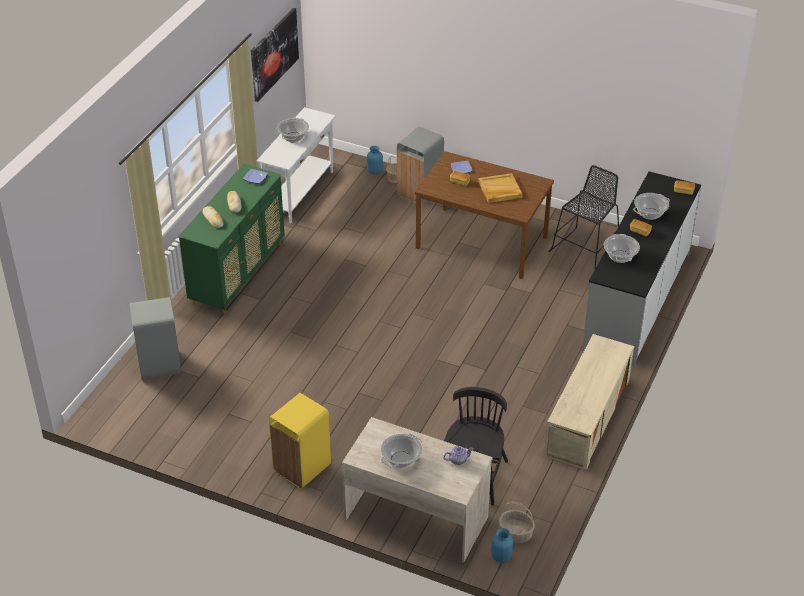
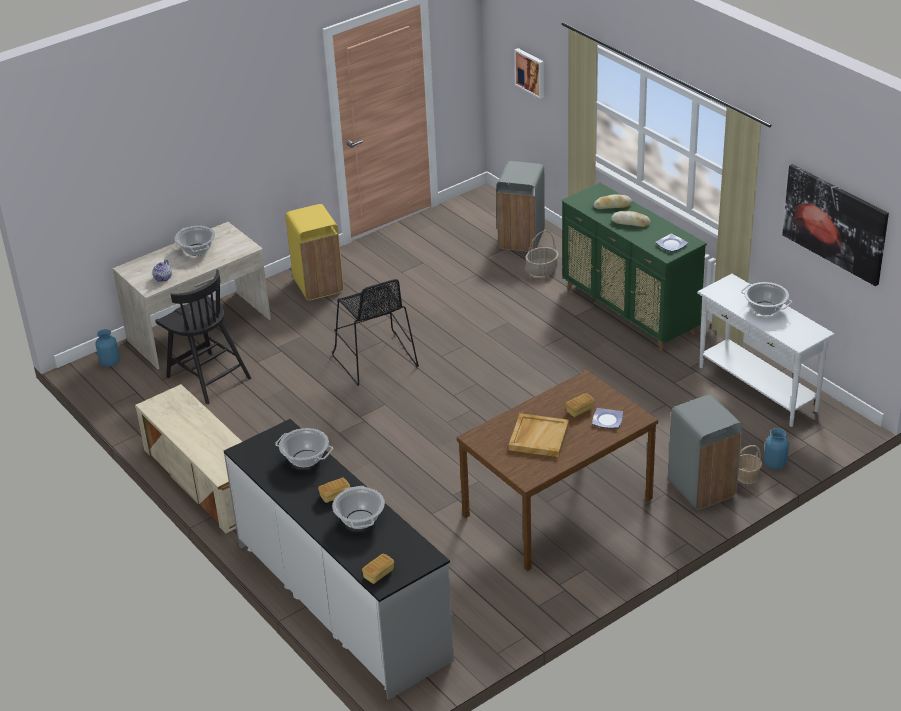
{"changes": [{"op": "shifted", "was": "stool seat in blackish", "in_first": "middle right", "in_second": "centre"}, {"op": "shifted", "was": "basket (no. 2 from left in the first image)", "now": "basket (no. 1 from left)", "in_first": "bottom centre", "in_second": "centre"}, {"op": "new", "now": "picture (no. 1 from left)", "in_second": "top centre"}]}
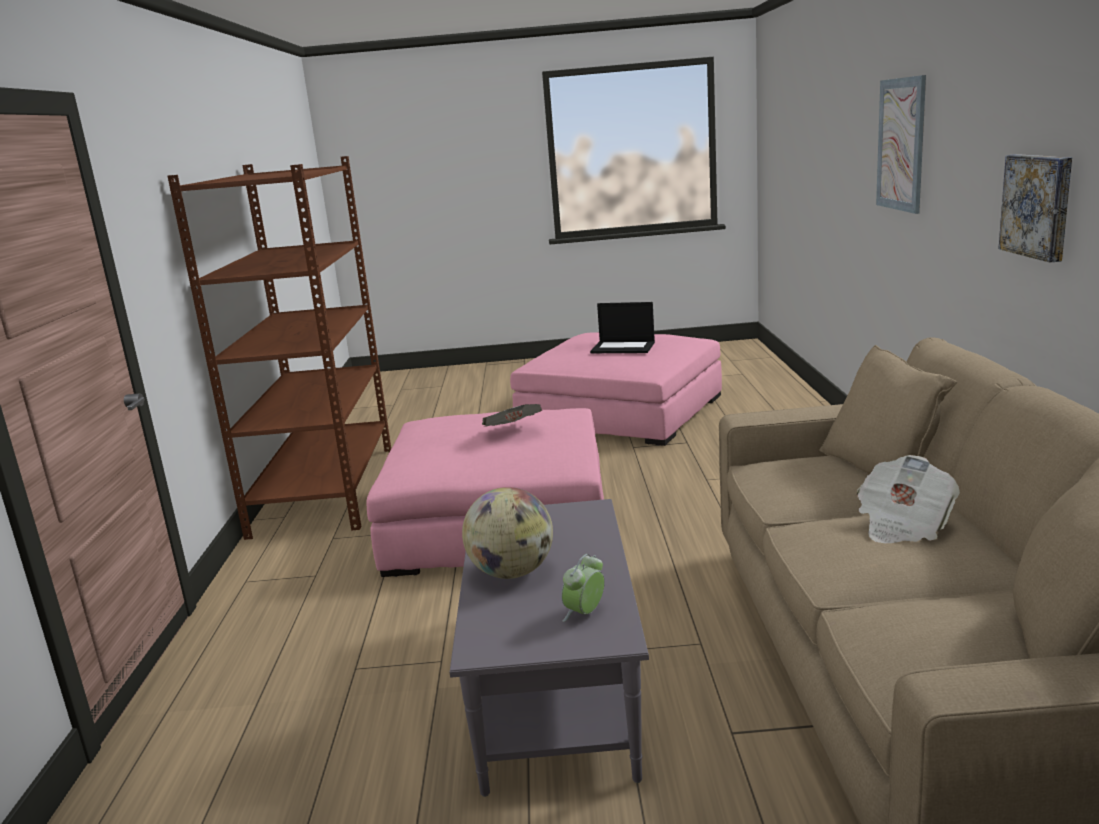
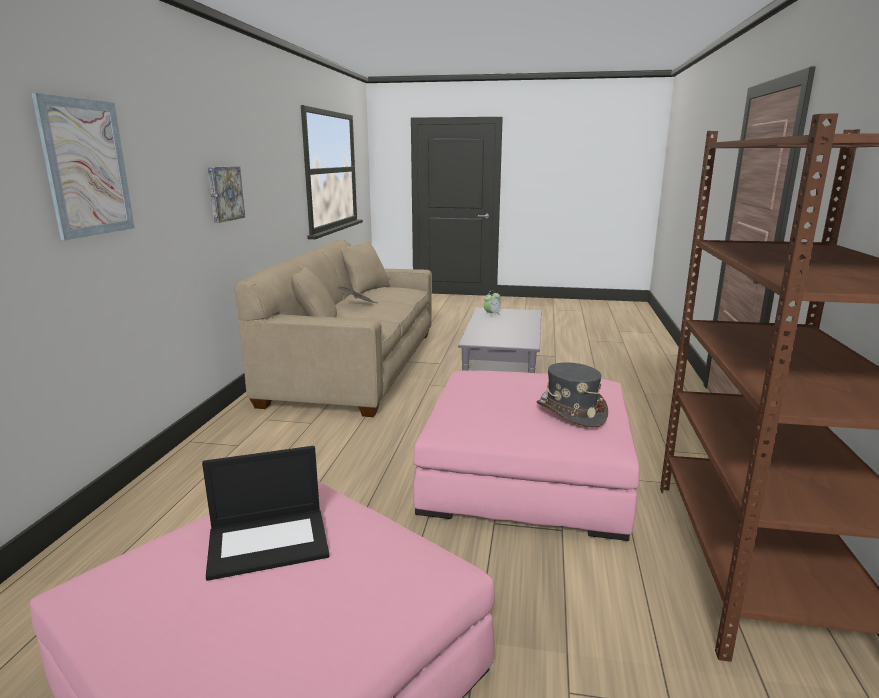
{"changes": [{"op": "rotated", "was": "notebook computer", "in_first": "centre", "in_second": "bottom left", "clockwise": 135}, {"op": "gone", "was": "printed paper (no. 1 from left)", "in_first": "centre"}, {"op": "gone", "was": "world globe", "in_first": "centre"}, {"op": "new", "now": "wearable hat in grey", "in_second": "centre"}]}
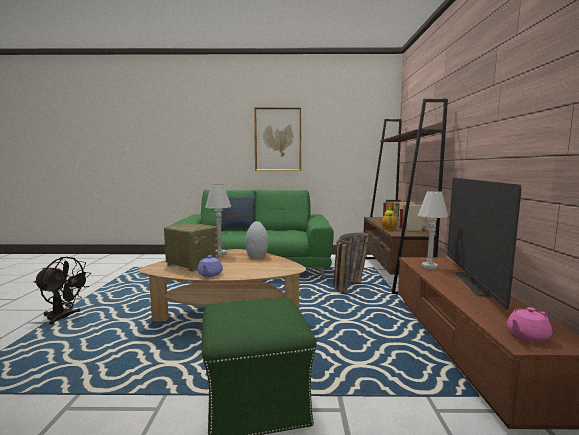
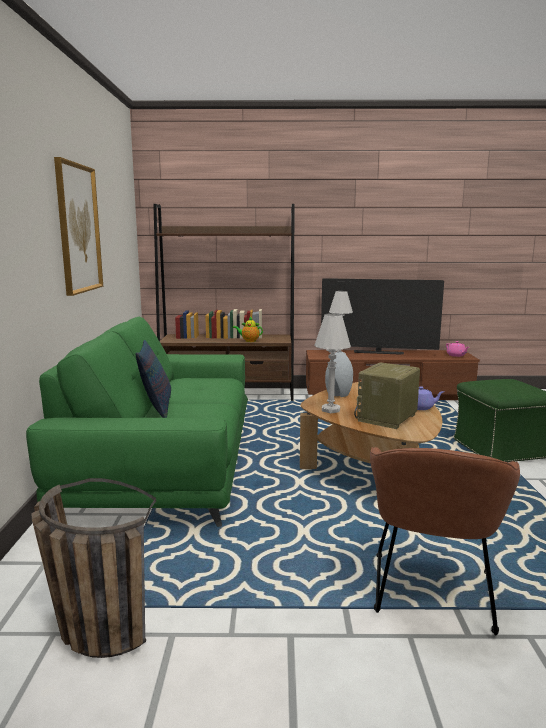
{"changes": [{"op": "shifted", "was": "basket", "in_first": "centre", "in_second": "bottom left"}, {"op": "swapped", "was": "electric fan in blackish", "now": "easy chair in brown", "in_first": "bottom left", "in_second": "bottom right"}]}
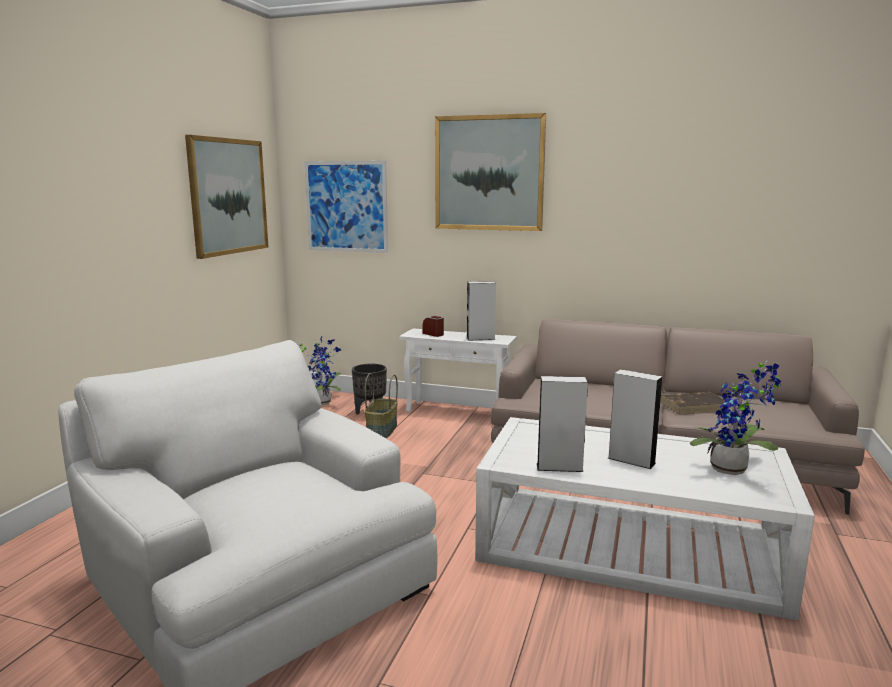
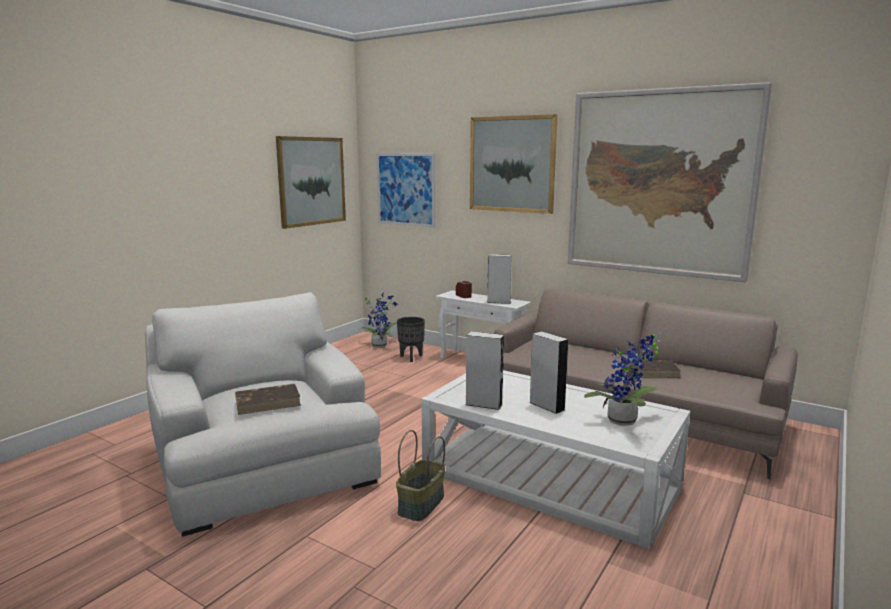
{"changes": [{"op": "shifted", "was": "basket", "in_first": "centre", "in_second": "bottom centre"}, {"op": "new", "now": "picture (no. 4 from left)", "in_second": "top right"}, {"op": "new", "now": "book in brown (no. 1 from left)", "in_second": "middle left"}]}
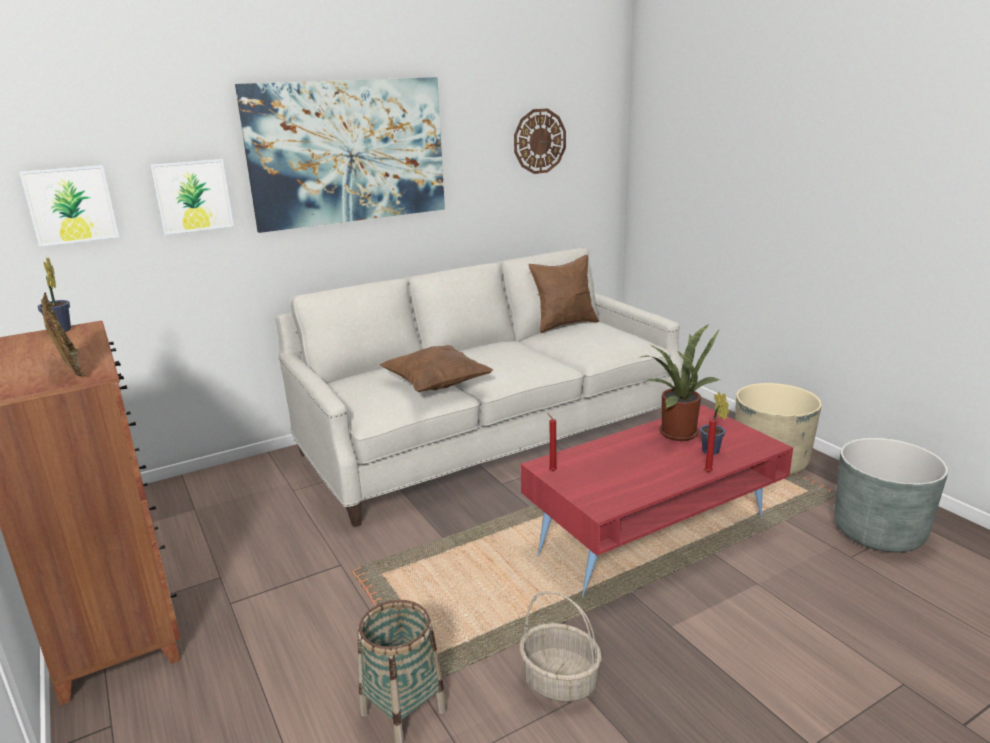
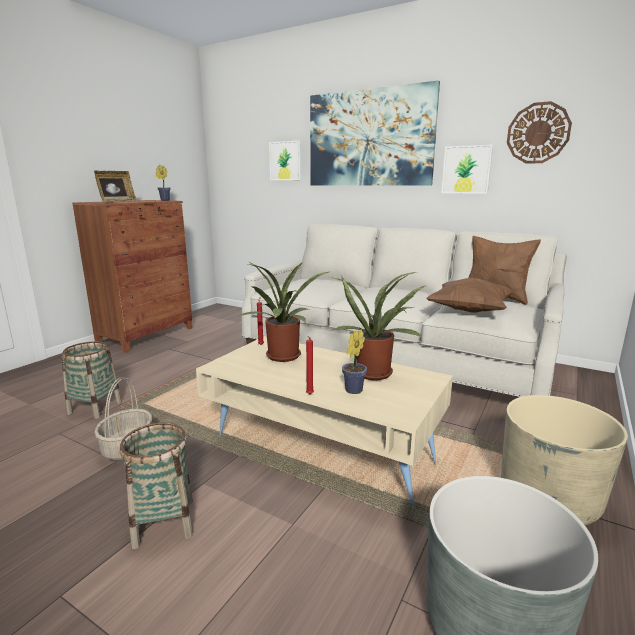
{"changes": [{"op": "shifted", "was": "picture (no. 1 from left in the first image)", "now": "picture (no. 3 from left)", "in_first": "top left", "in_second": "top right"}, {"op": "shifted", "was": "throw pillow in brown (no. 1 from left)", "in_first": "centre", "in_second": "middle right"}, {"op": "repainted", "was": "coffee table in red-coloured", "now": "coffee table in sand-coloured", "in_first": "bottom centre", "in_second": "centre"}, {"op": "new", "now": "potted plant (no. 2 from left)", "in_second": "centre"}, {"op": "new", "now": "basket (no. 3 from left)", "in_second": "bottom left"}]}
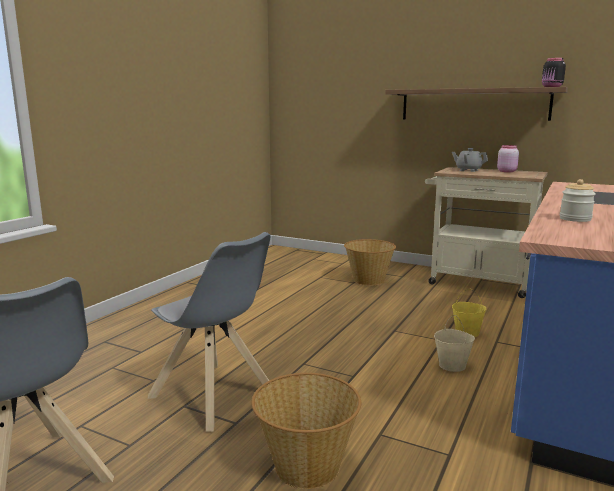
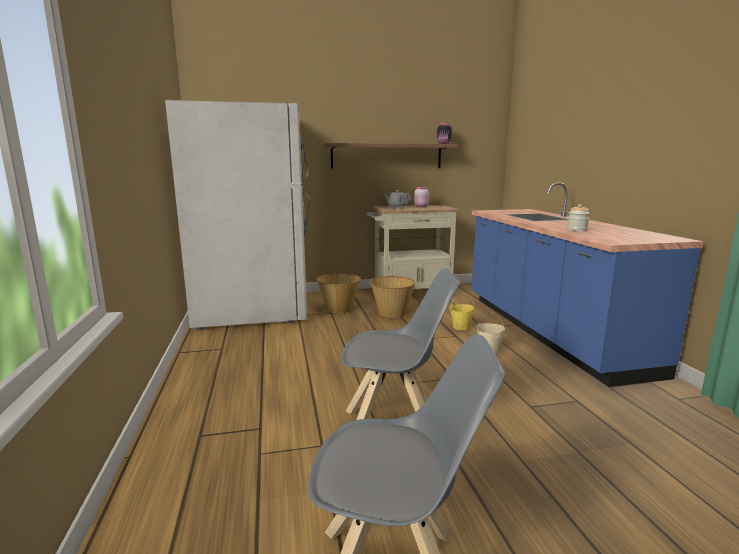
{"changes": [{"op": "shifted", "was": "basket (no. 1 from left in the first image)", "now": "basket (no. 2 from left)", "in_first": "bottom centre", "in_second": "centre"}, {"op": "new", "now": "fridge in white", "in_second": "middle left"}]}
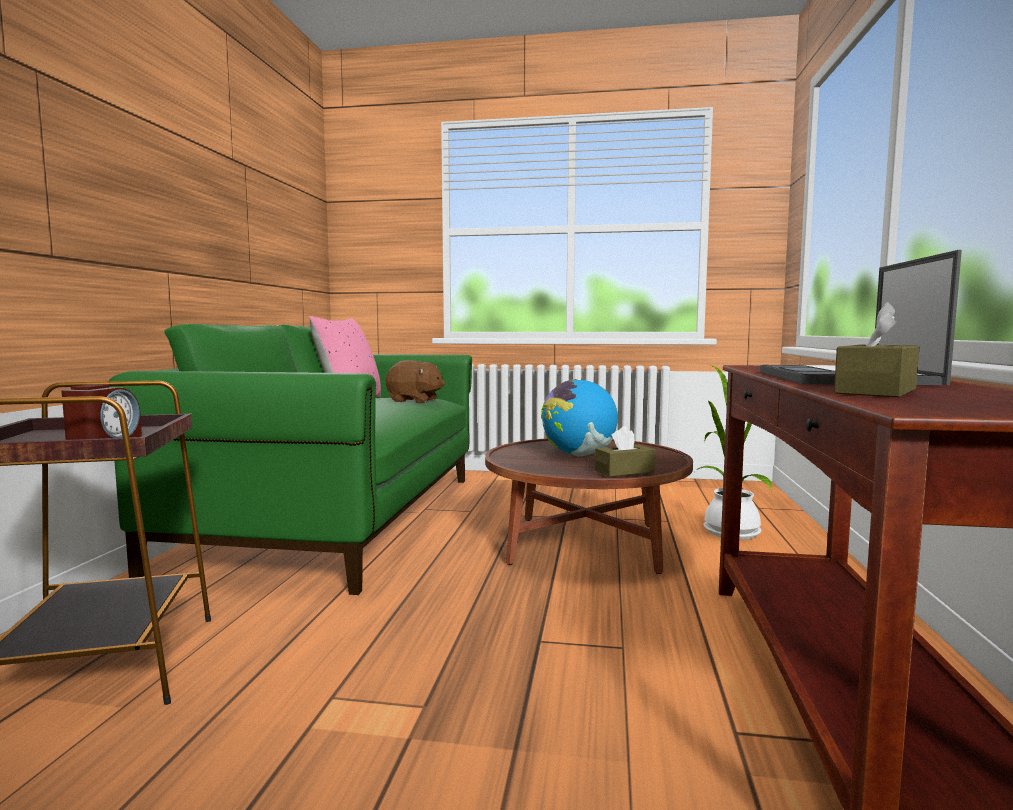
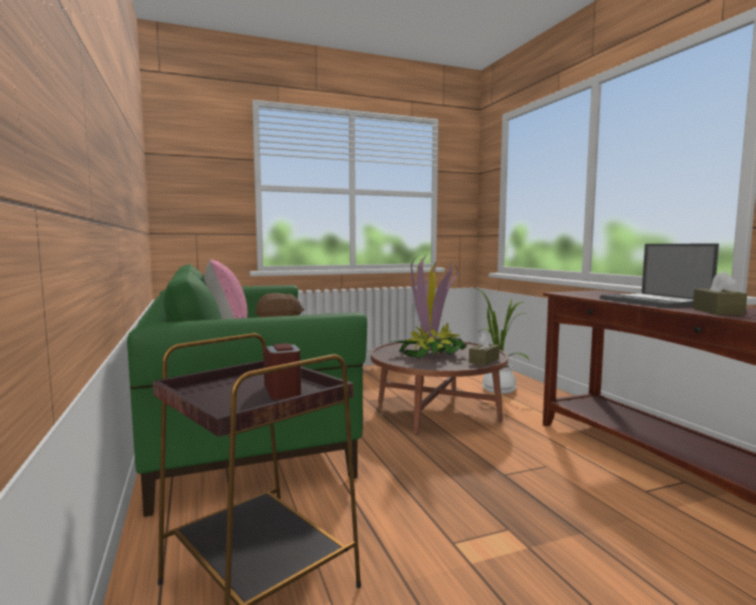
{"changes": [{"op": "swapped", "was": "world globe", "now": "potted plant (no. 1 from left)", "in_first": "centre", "in_second": "centre"}]}
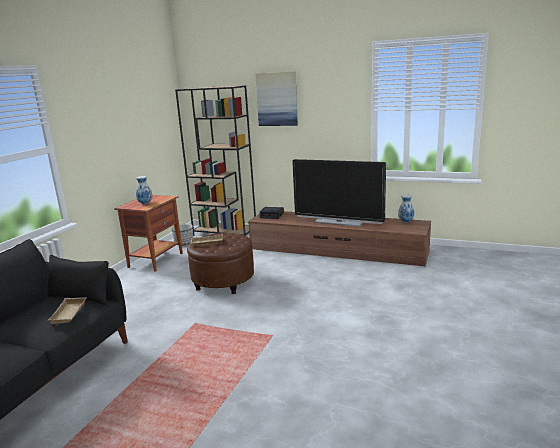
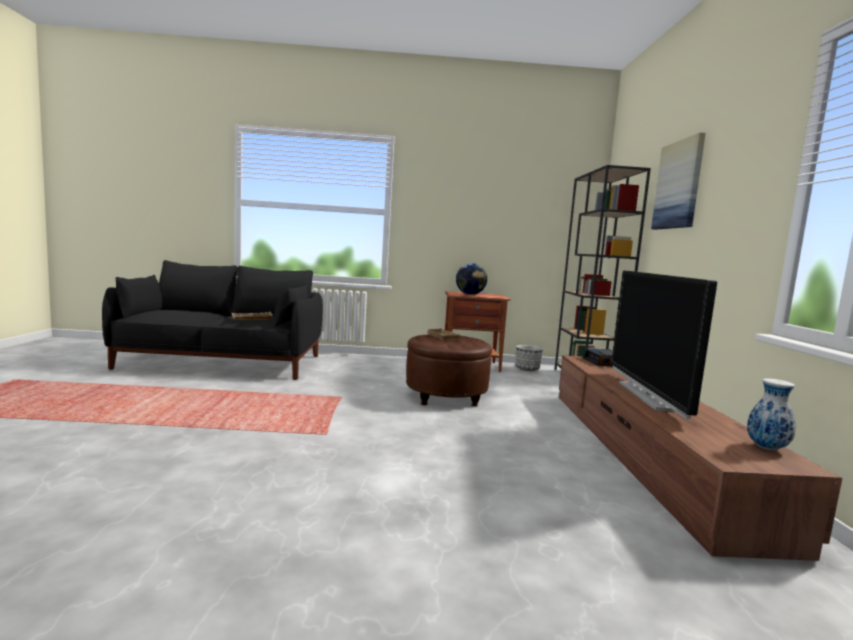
{"changes": [{"op": "swapped", "was": "flower vase (no. 1 from left)", "now": "world globe", "in_first": "middle left", "in_second": "centre"}]}
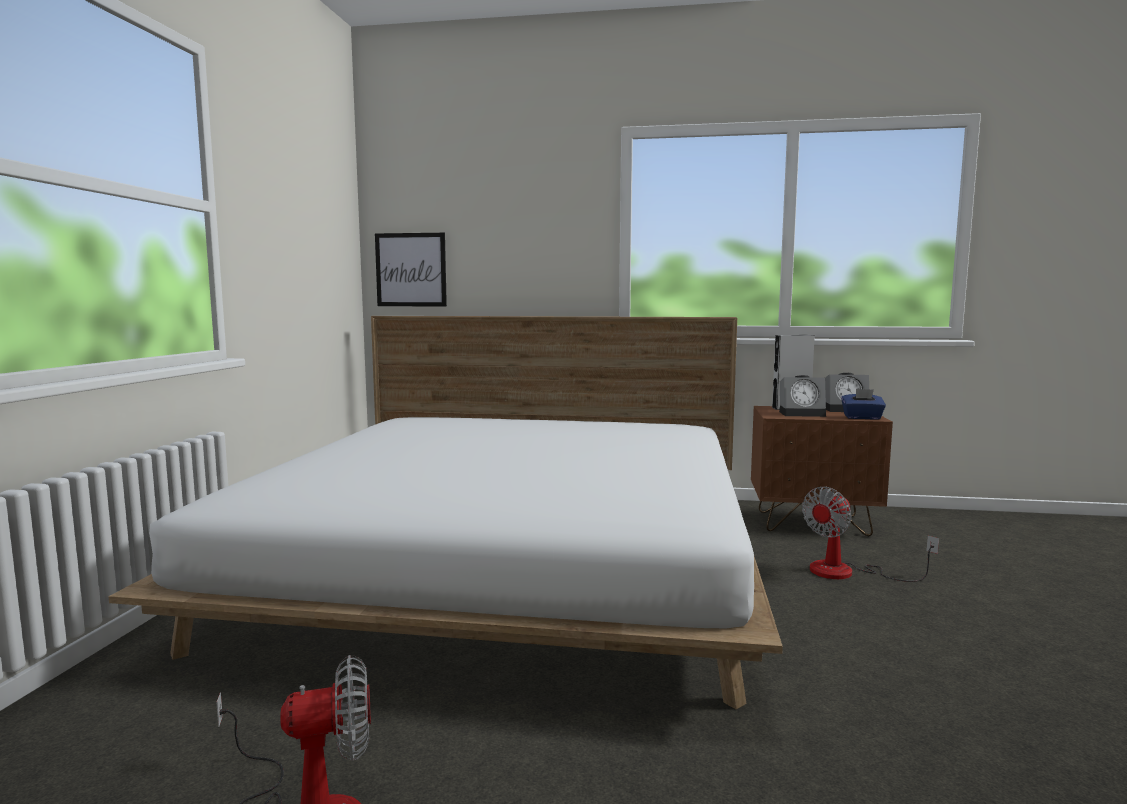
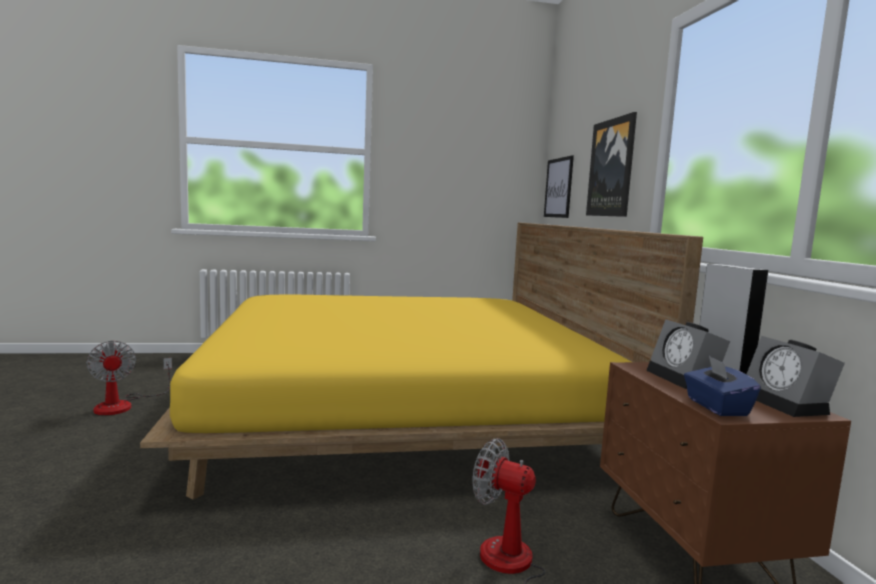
{"changes": [{"op": "repainted", "was": "sleeping bed in white", "now": "sleeping bed in yellow", "in_first": "centre", "in_second": "centre"}, {"op": "new", "now": "picture (no. 2 from left)", "in_second": "top right"}]}
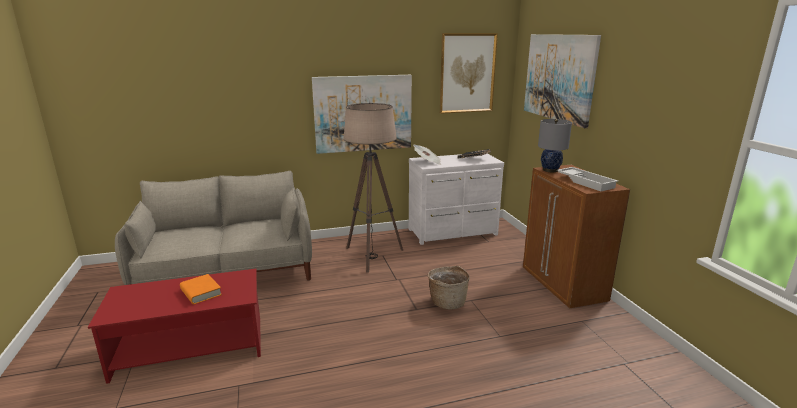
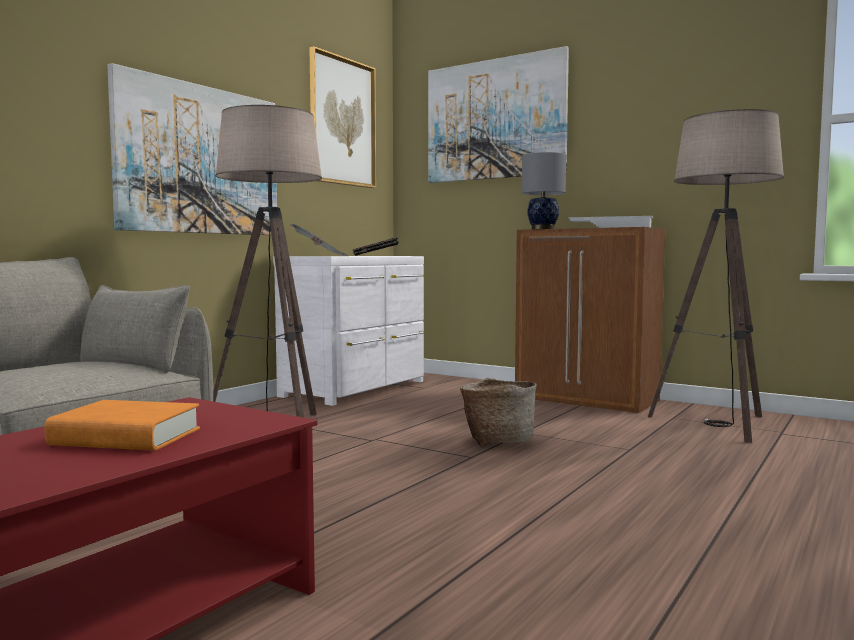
{"changes": [{"op": "new", "now": "standing lamp (no. 2 from left)", "in_second": "middle right"}]}
